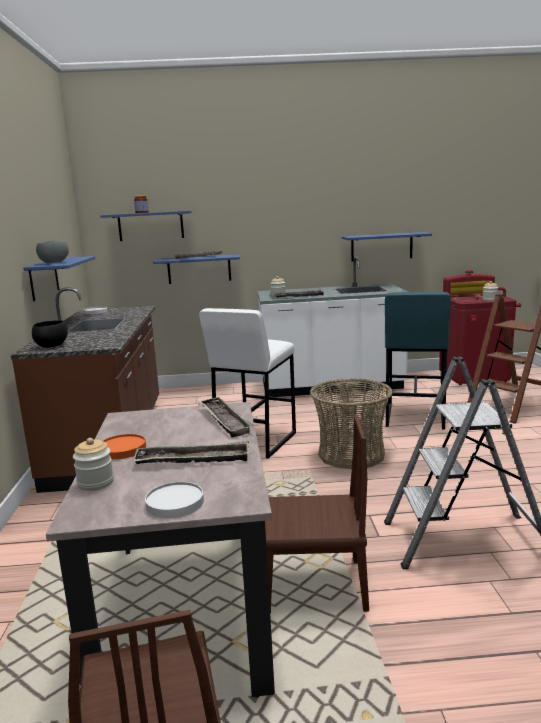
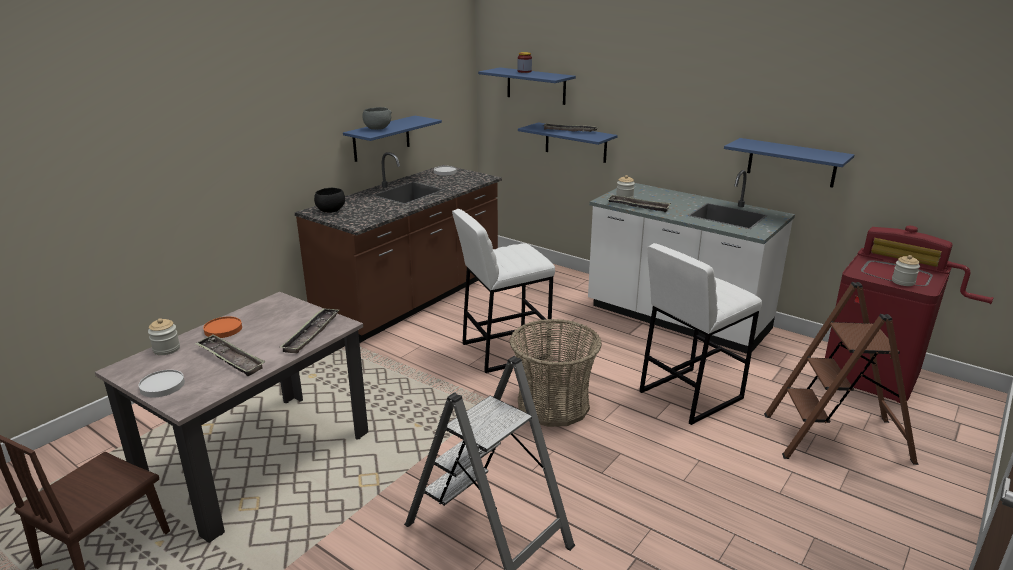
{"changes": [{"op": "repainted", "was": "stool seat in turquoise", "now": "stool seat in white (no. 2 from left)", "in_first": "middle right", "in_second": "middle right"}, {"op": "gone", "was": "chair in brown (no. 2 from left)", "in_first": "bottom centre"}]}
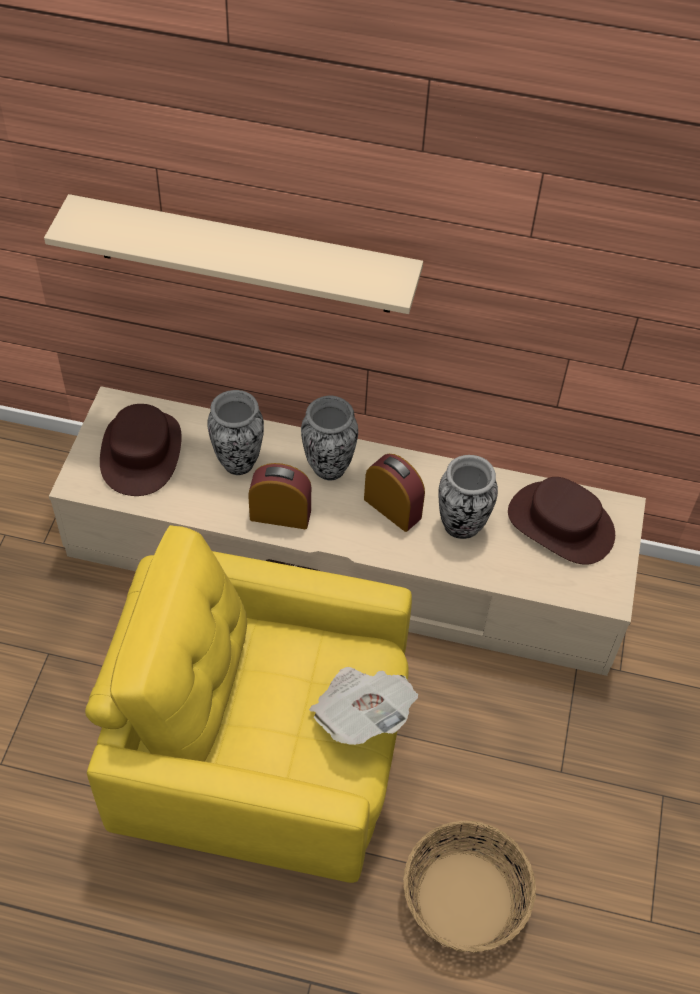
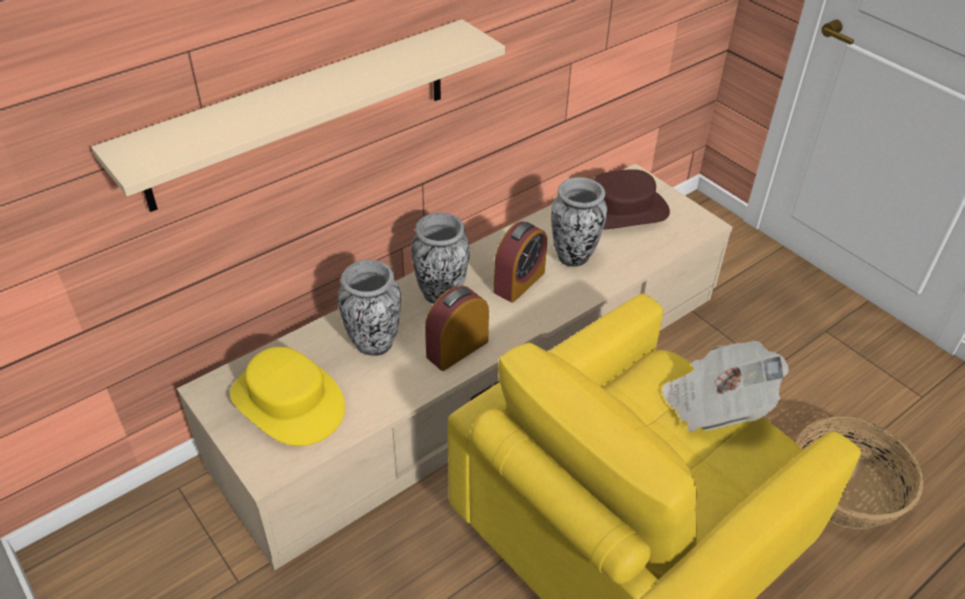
{"changes": [{"op": "repainted", "was": "wearable hat in brown (no. 1 from left)", "now": "wearable hat in yellow", "in_first": "middle left", "in_second": "middle left"}, {"op": "rotated", "was": "bedside clock (no. 2 from left)", "in_first": "centre", "in_second": "centre", "clockwise": 135}]}
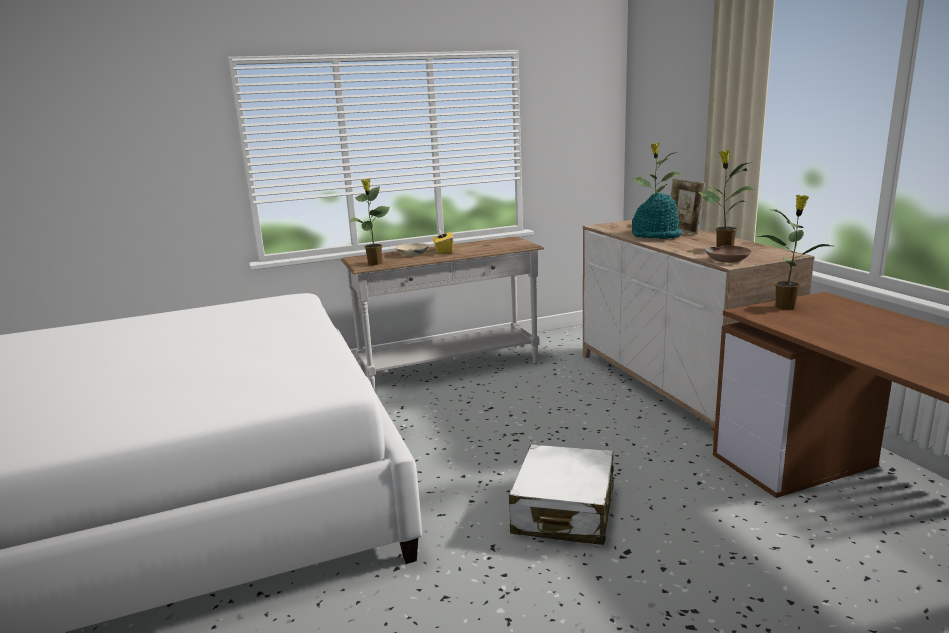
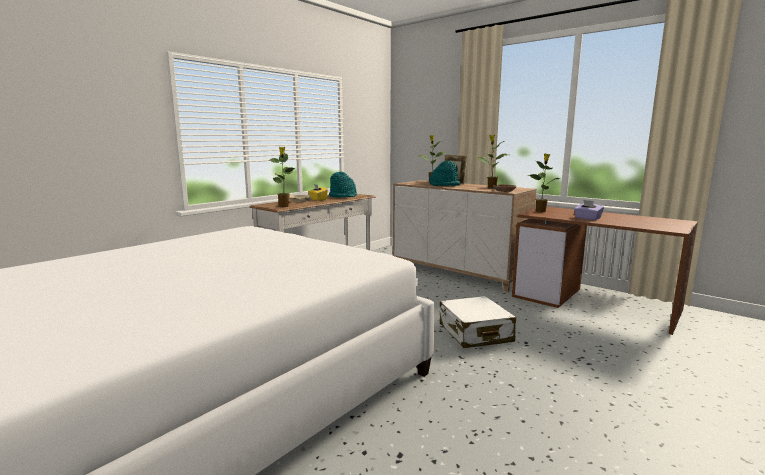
{"changes": [{"op": "new", "now": "wearable hat in turquoise (no. 1 from left)", "in_second": "centre"}, {"op": "new", "now": "box of tissues in purple", "in_second": "middle right"}]}
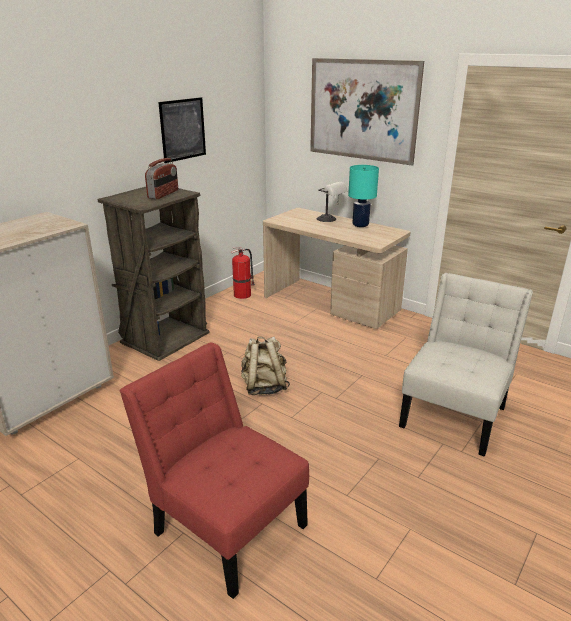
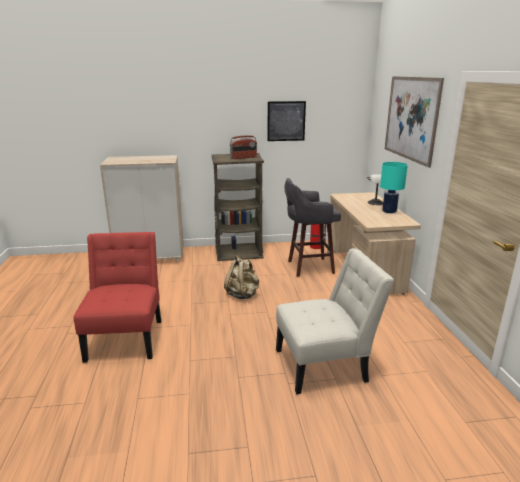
{"changes": [{"op": "new", "now": "stool seat in grey", "in_second": "centre"}]}
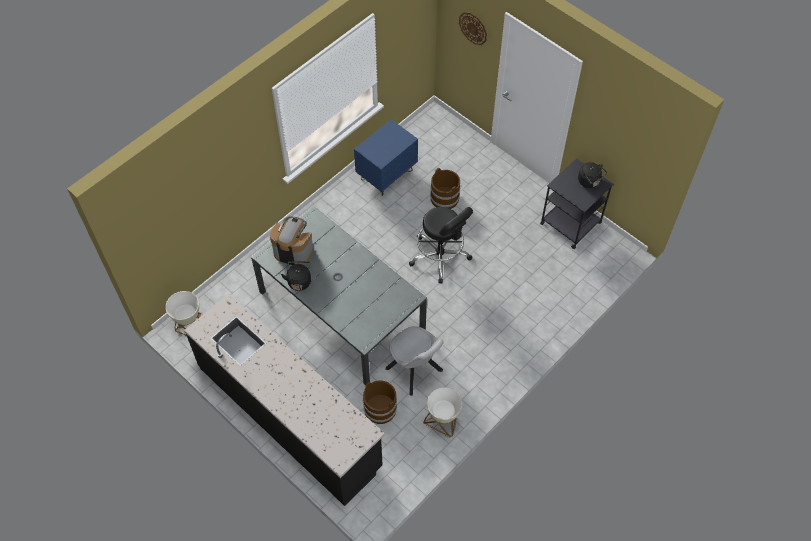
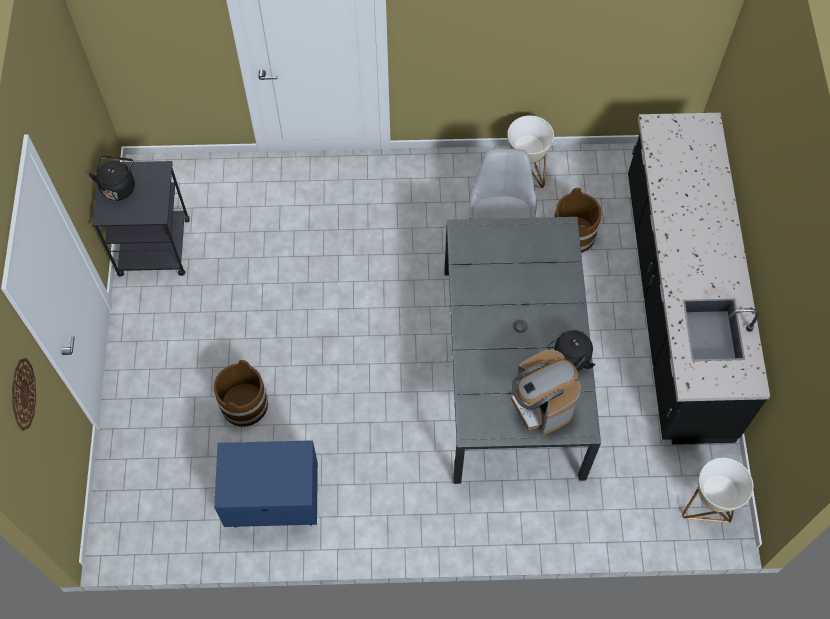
{"changes": [{"op": "gone", "was": "stool seat in blackish", "in_first": "centre"}]}
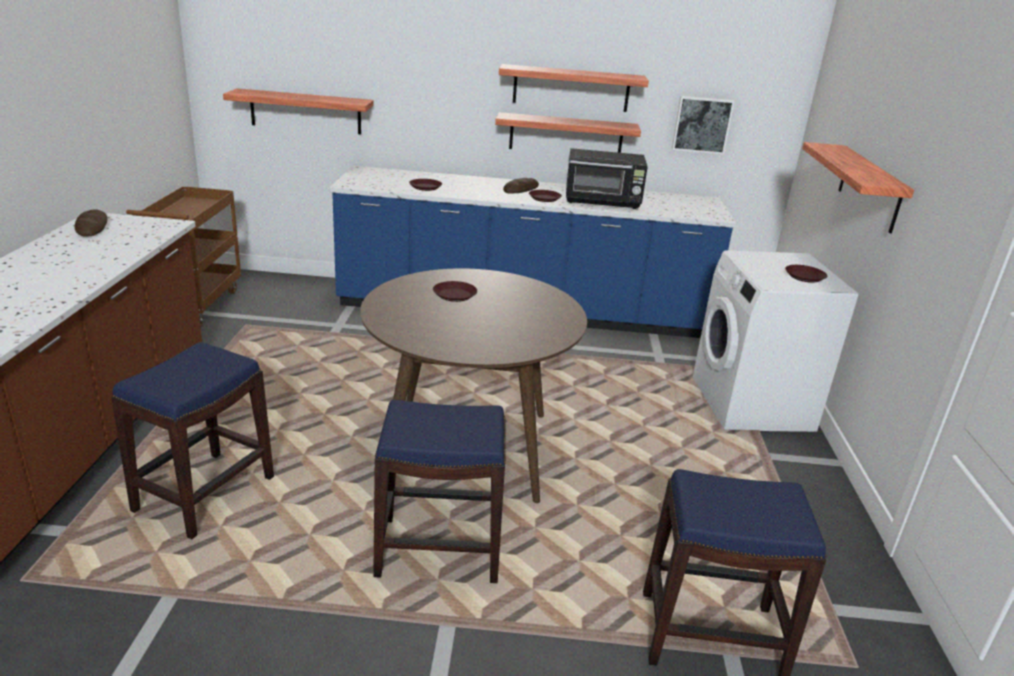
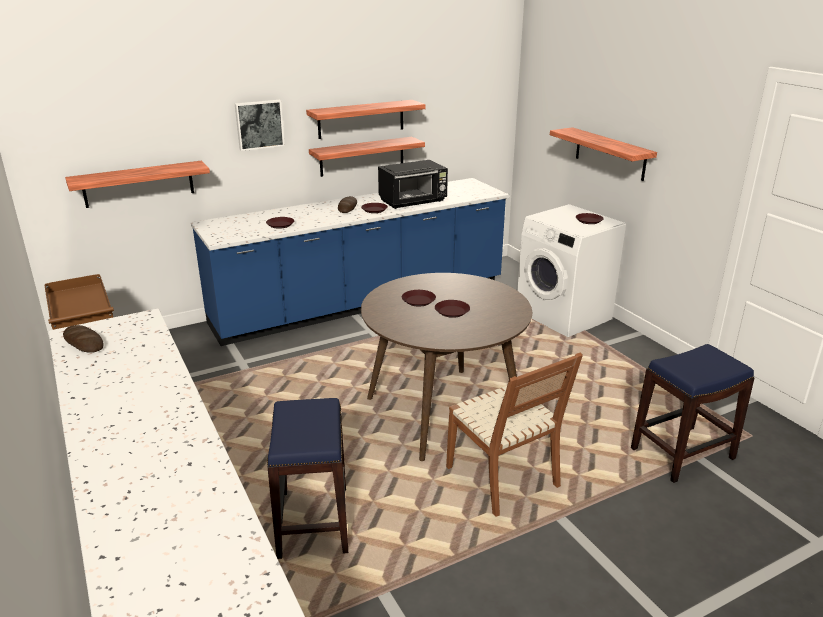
{"changes": [{"op": "shifted", "was": "picture", "in_first": "top right", "in_second": "top left"}, {"op": "swapped", "was": "stool seat (no. 2 from left)", "now": "chair", "in_first": "bottom centre", "in_second": "bottom centre"}, {"op": "new", "now": "dinner plate in brown (no. 4 from left)", "in_second": "centre"}]}
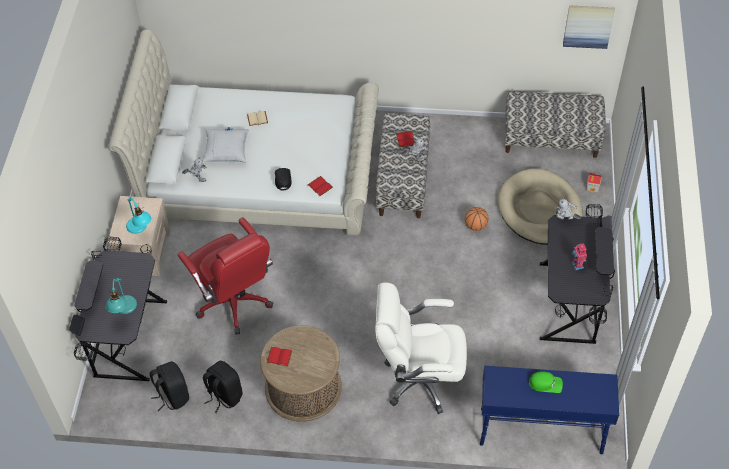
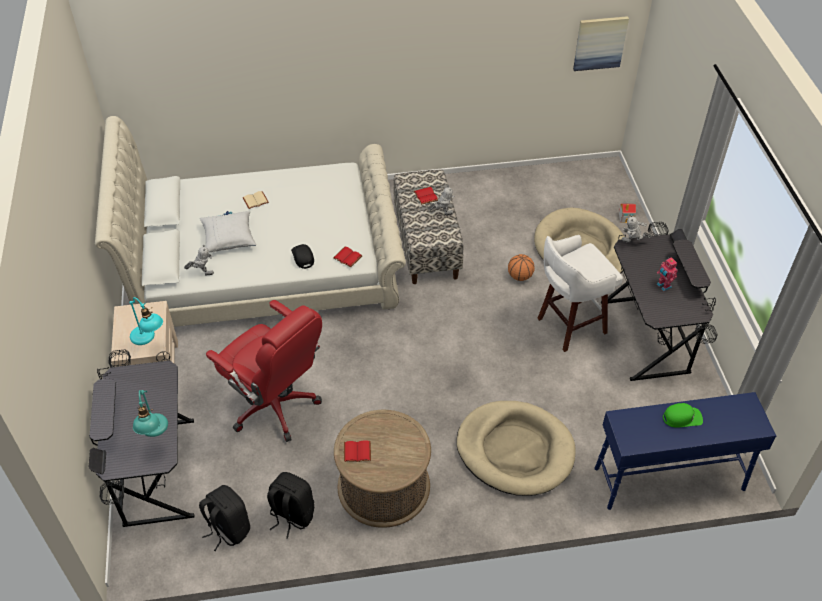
{"changes": [{"op": "gone", "was": "long seat (no. 2 from left)", "in_first": "top right"}, {"op": "swapped", "was": "office chair in white", "now": "pet bed in sand-coloured (no. 1 from left)", "in_first": "bottom centre", "in_second": "bottom centre"}, {"op": "new", "now": "stool seat in white", "in_second": "middle right"}]}
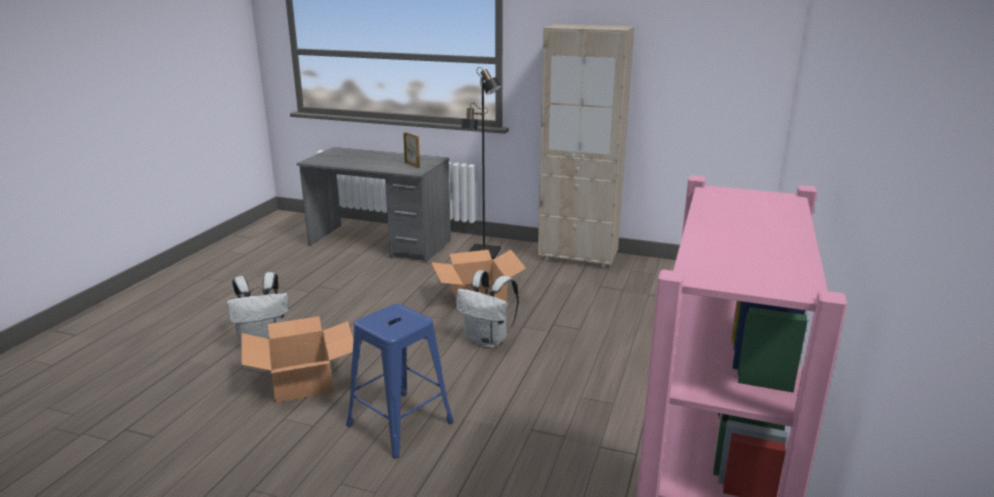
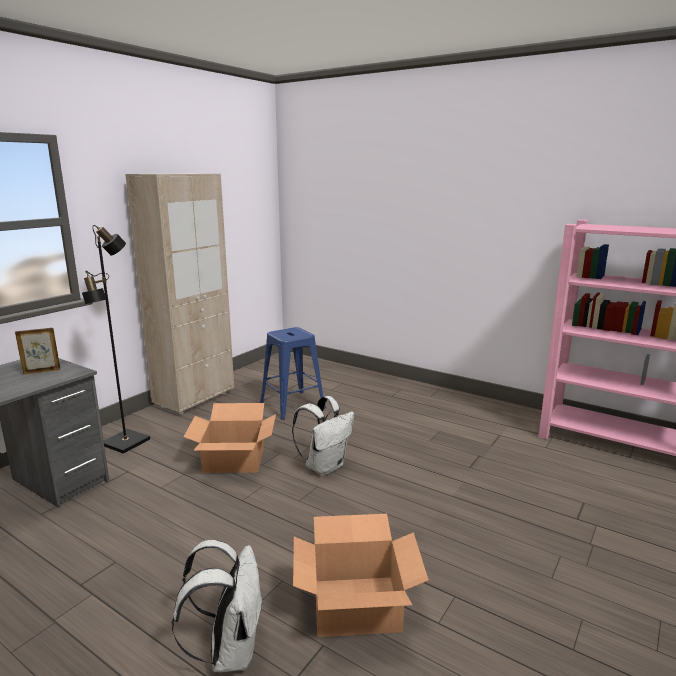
{"changes": [{"op": "shifted", "was": "stool seat in bluish", "in_first": "bottom centre", "in_second": "centre"}]}
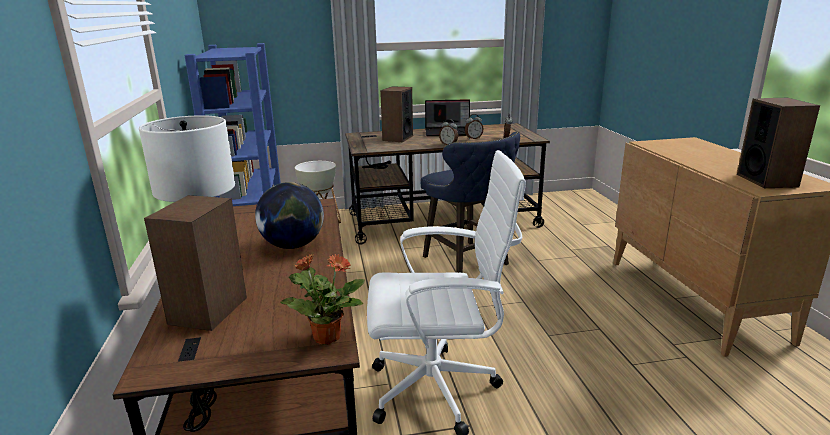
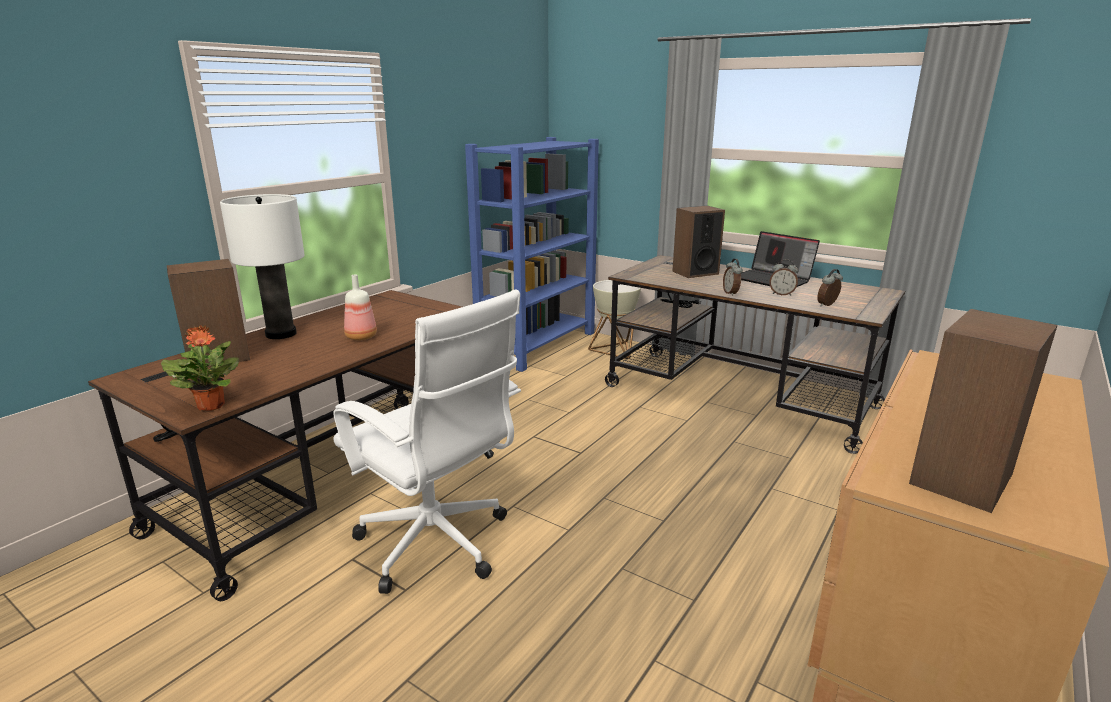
{"changes": [{"op": "gone", "was": "stool seat in bluish", "in_first": "centre"}, {"op": "swapped", "was": "world globe", "now": "beverage bottle", "in_first": "centre", "in_second": "middle left"}]}
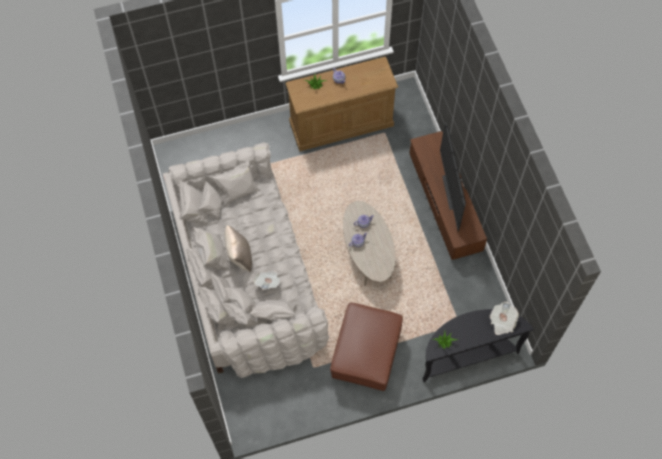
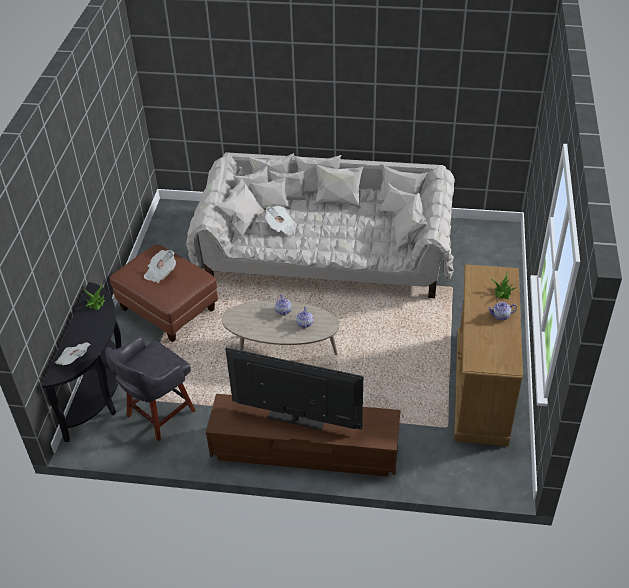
{"changes": [{"op": "gone", "was": "throw pillow in sand-coloured", "in_first": "centre"}, {"op": "new", "now": "printed paper (no. 2 from left)", "in_second": "middle left"}, {"op": "new", "now": "stool seat in grey", "in_second": "middle left"}]}
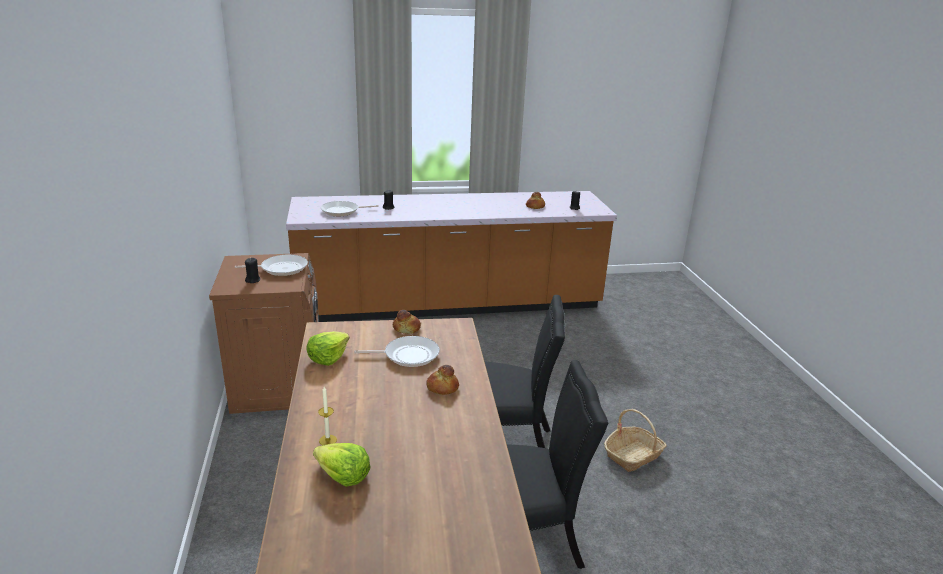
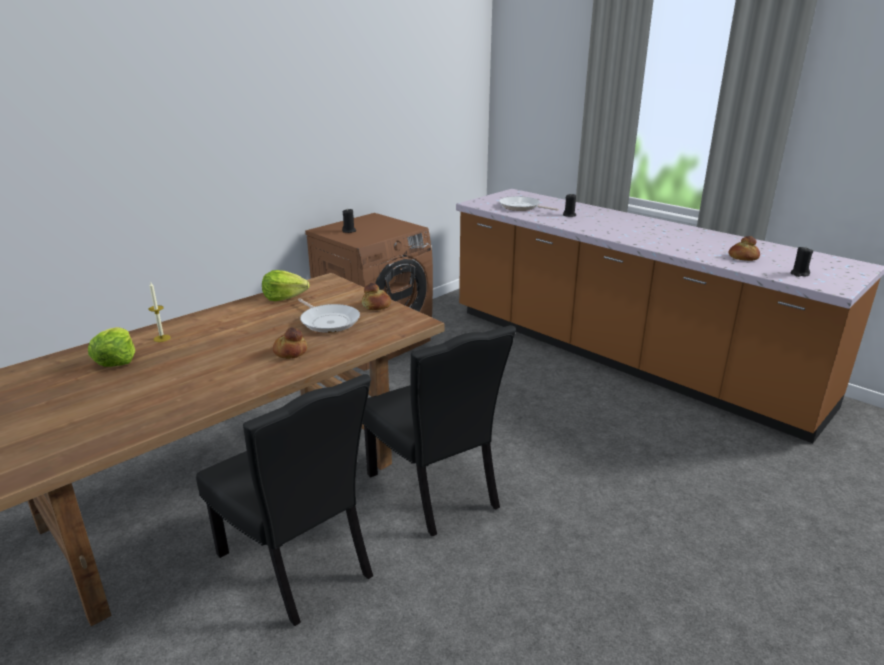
{"changes": [{"op": "gone", "was": "pan (no. 1 from left)", "in_first": "middle left"}, {"op": "gone", "was": "basket", "in_first": "bottom right"}]}
